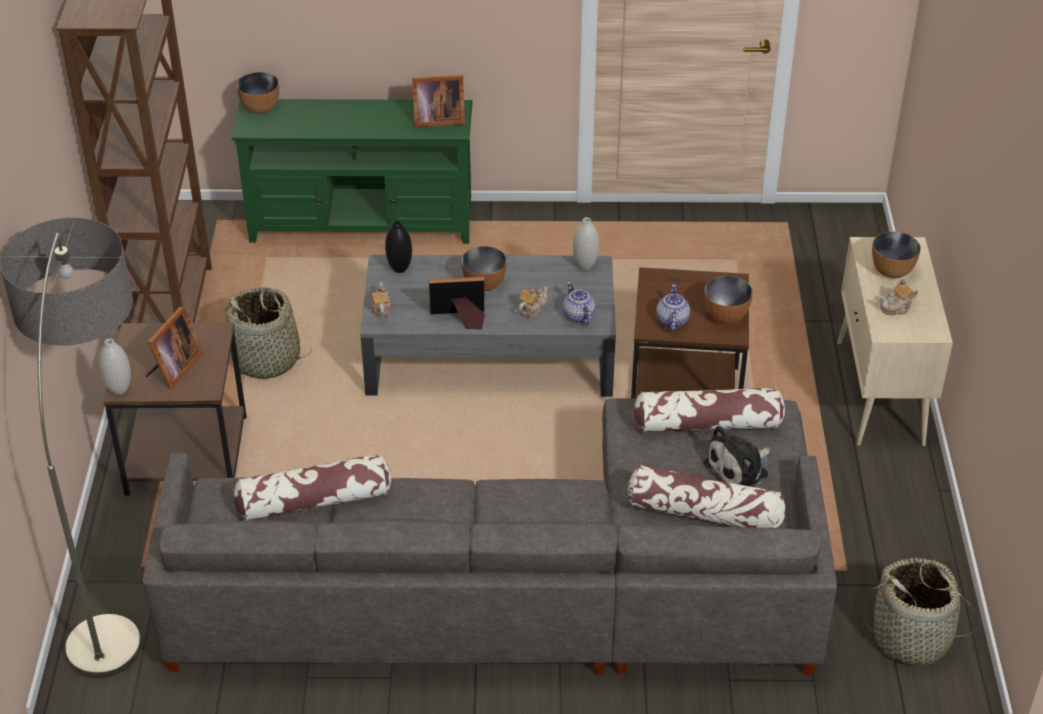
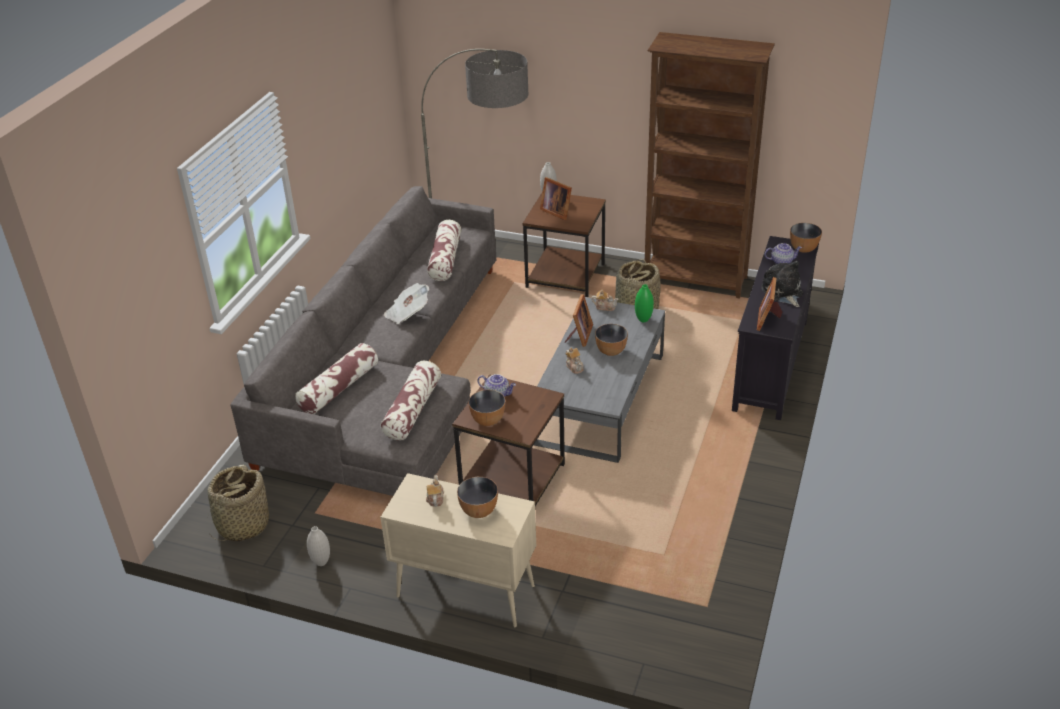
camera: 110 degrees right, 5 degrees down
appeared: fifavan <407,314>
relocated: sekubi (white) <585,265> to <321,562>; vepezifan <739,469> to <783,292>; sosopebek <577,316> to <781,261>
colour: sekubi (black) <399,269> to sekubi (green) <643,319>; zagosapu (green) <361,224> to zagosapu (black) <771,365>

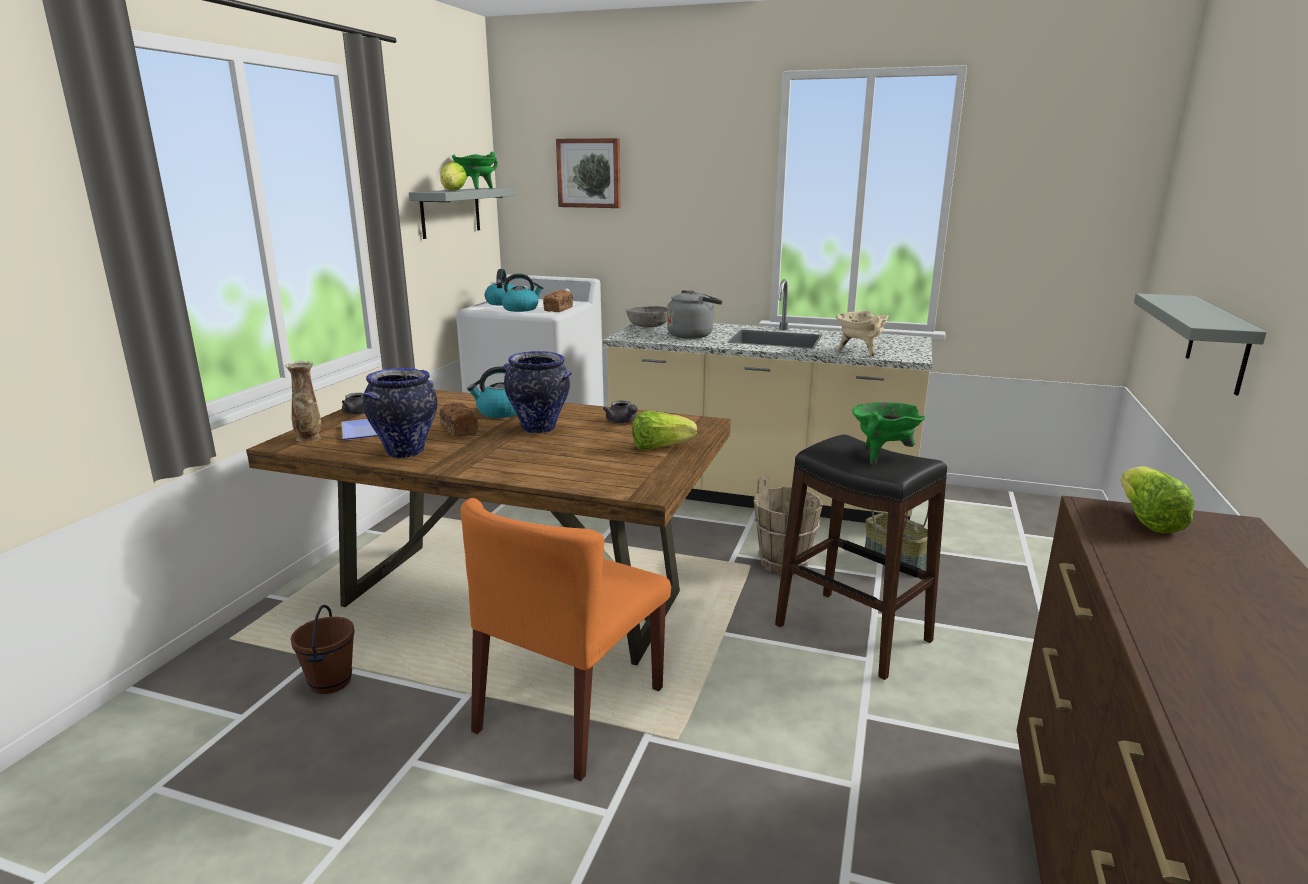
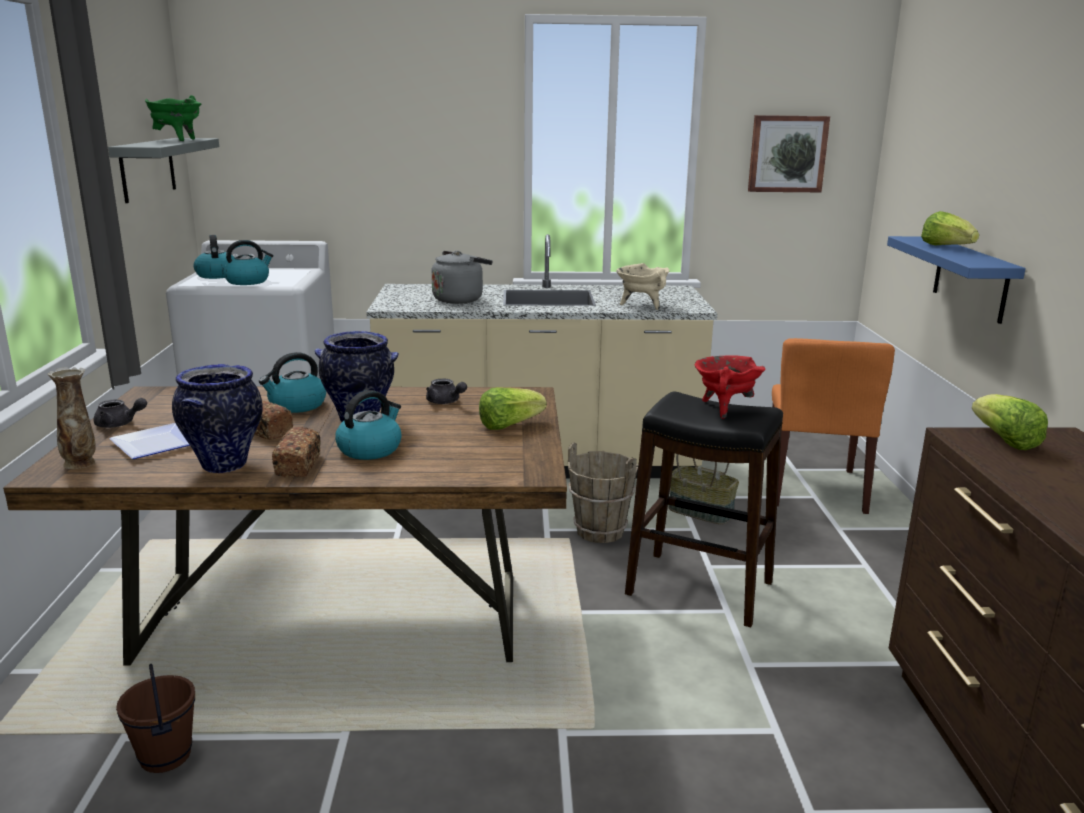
camera: 20 degrees left, 0 degrees up
missing: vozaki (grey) <649,326>
appeared: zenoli <370,449>
relocated: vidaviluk <558,309> to <298,465>; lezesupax <589,173> to <787,154>; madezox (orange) <570,711> to <815,488>; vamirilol <453,190> to <946,247>
colour: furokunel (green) <882,455> to furokunel (red) <724,408>; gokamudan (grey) <1218,343> to gokamudan (blue) <970,279>

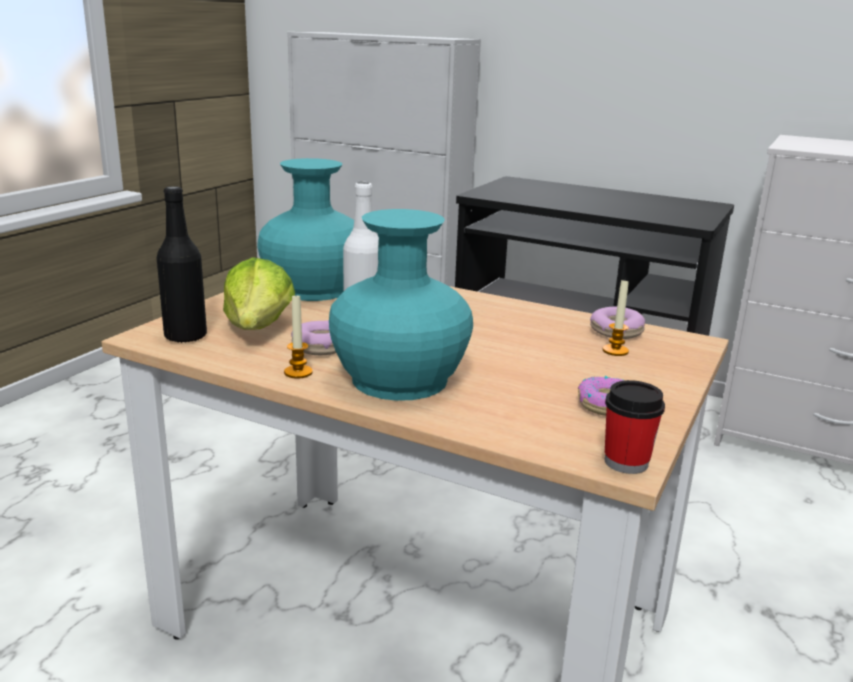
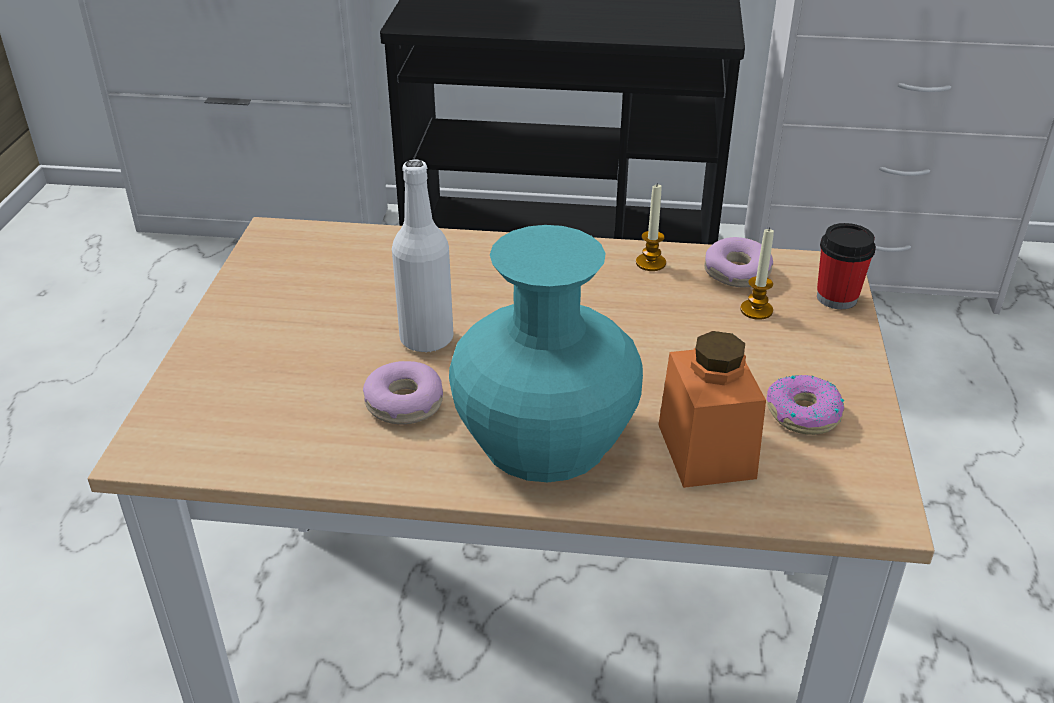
camera: 20 degrees left, 15 degrees up
missing: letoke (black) <185,336>; vamirilol <259,328>; sekubi (turquoise) <314,289>
appeared: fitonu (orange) <706,451>
relocated: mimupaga <298,372> to <650,263>; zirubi <626,462> to <836,298>

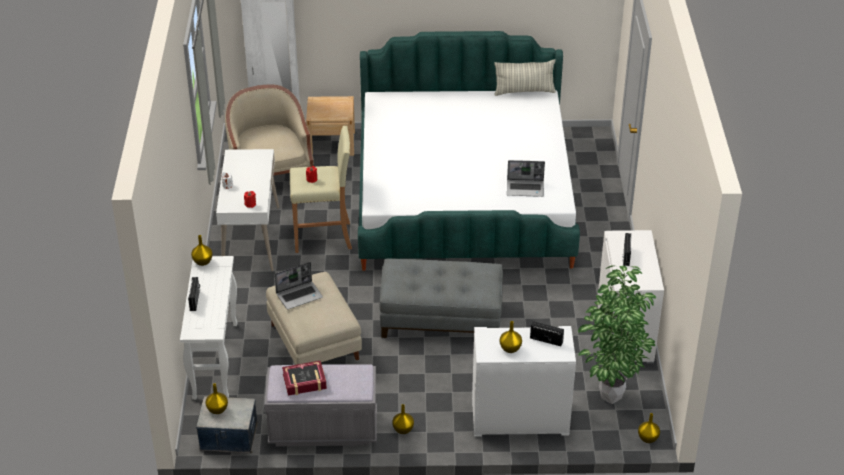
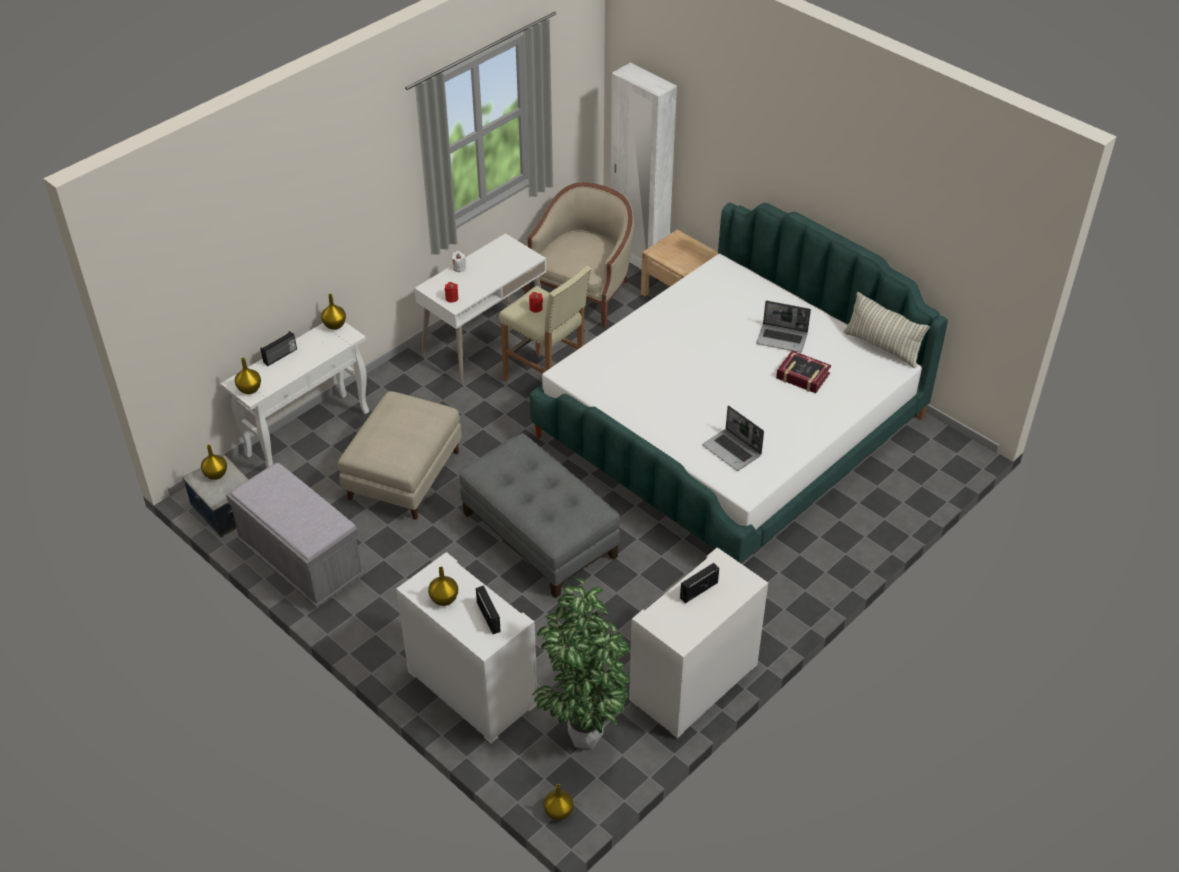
camera: 45 degrees right, 5 degrees up
relocated: sekubi (yellow) <402,429> to <249,389>; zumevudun <299,295> to <782,339>; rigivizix <304,382> to <802,376>

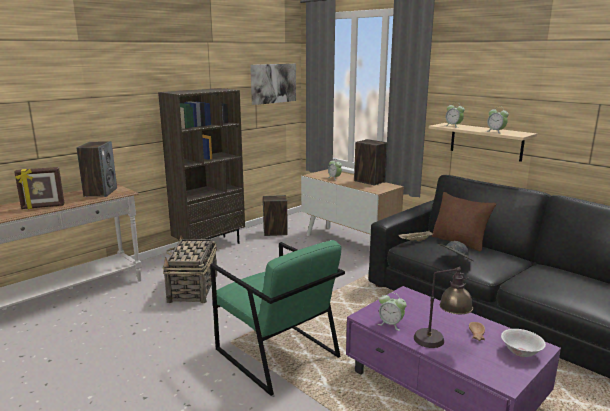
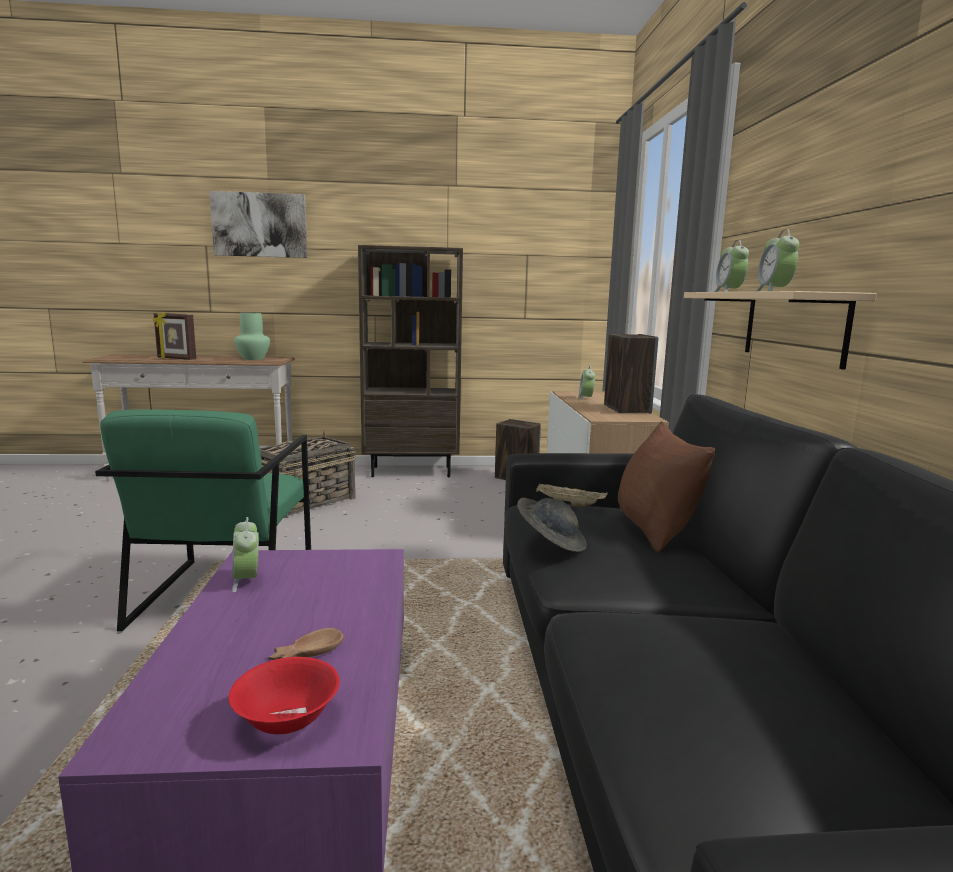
camera: 40 degrees right, 5 degrees down
missing: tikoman <440,343>
relocated: lezesupax <273,83> to <260,225>
exchanged: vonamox <100,192> to sekubi (green) <253,358>
colour: vozaki (white) <521,352> to vozaki (red) <287,721>

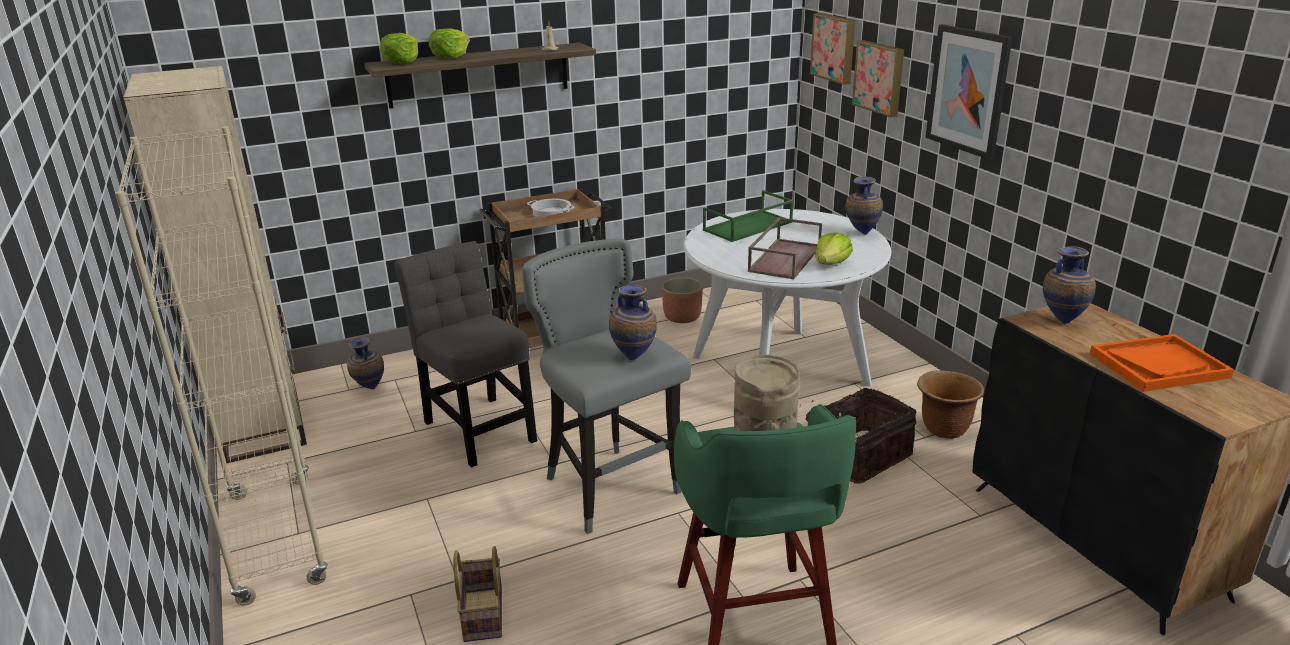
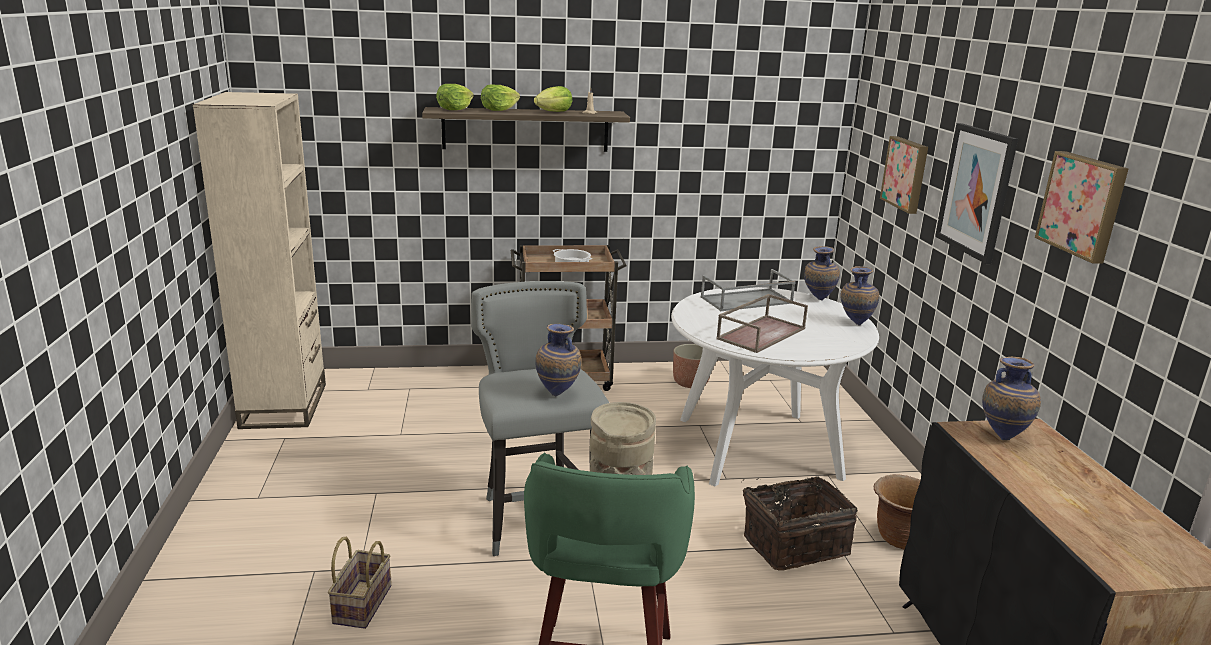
camera: 15 degrees right, 5 degrees down
missing: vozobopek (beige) <276,538>; madezox (grey) <478,428>; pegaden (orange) <1158,365>
relocated: vamirilol <831,264> to <554,112>; sekubi <369,389> to <817,299>; lezesupax <834,47> to <1083,205>
colour: pegaden (green) <748,226> to pegaden (grey) <746,300>

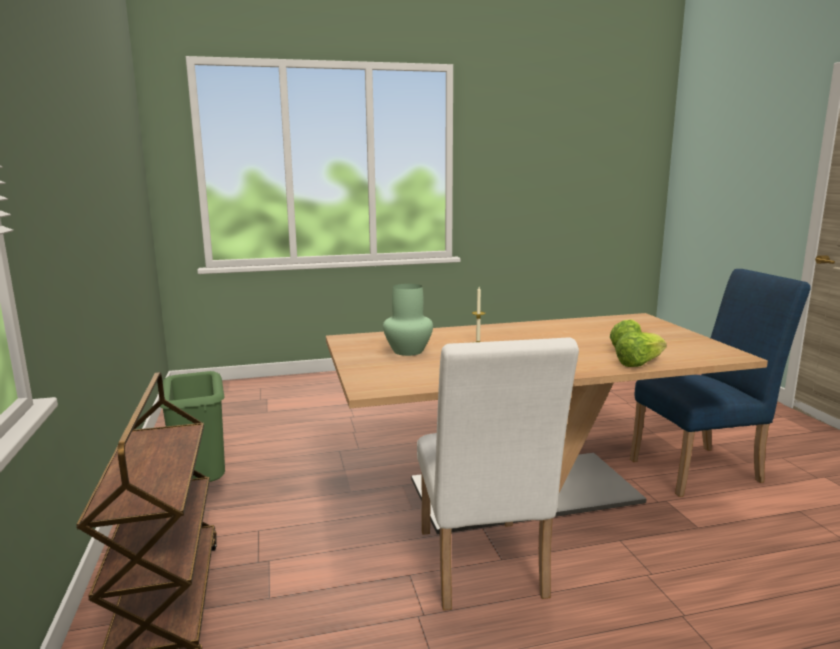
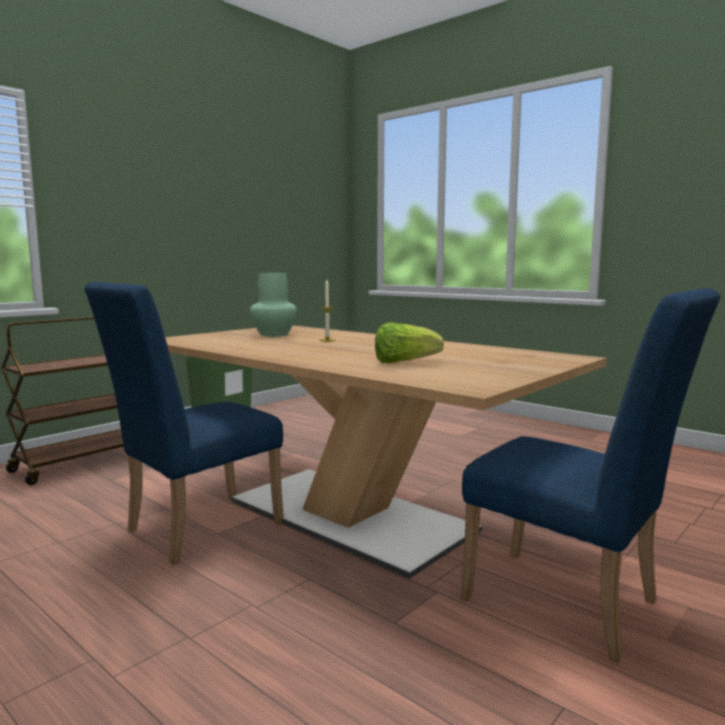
camera: 55 degrees right, 5 degrees down
missing: vamirilol <639,363>
colour: madezox (white) <482,570> to madezox (blue) <194,530>

